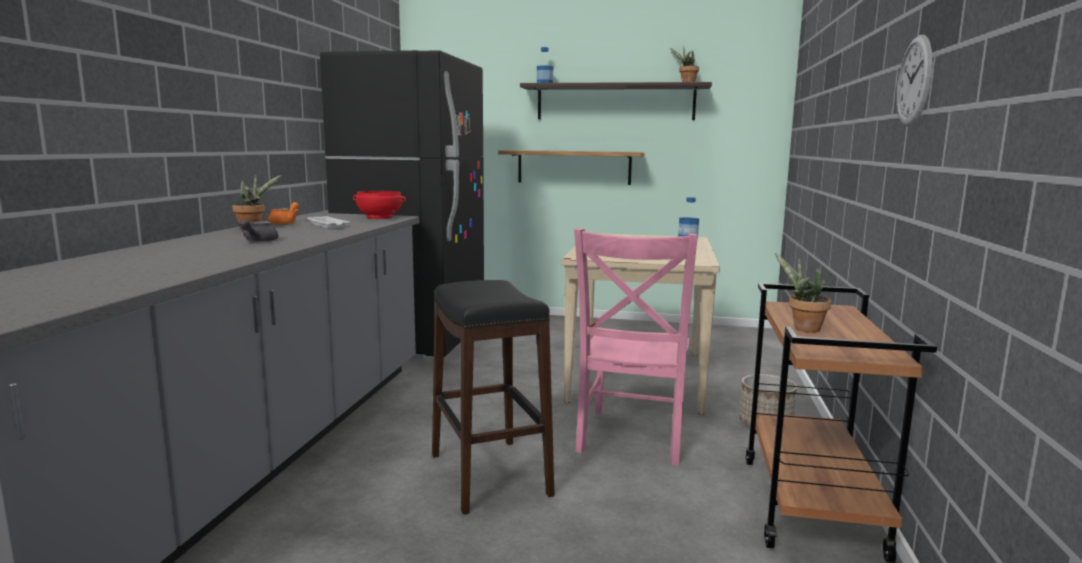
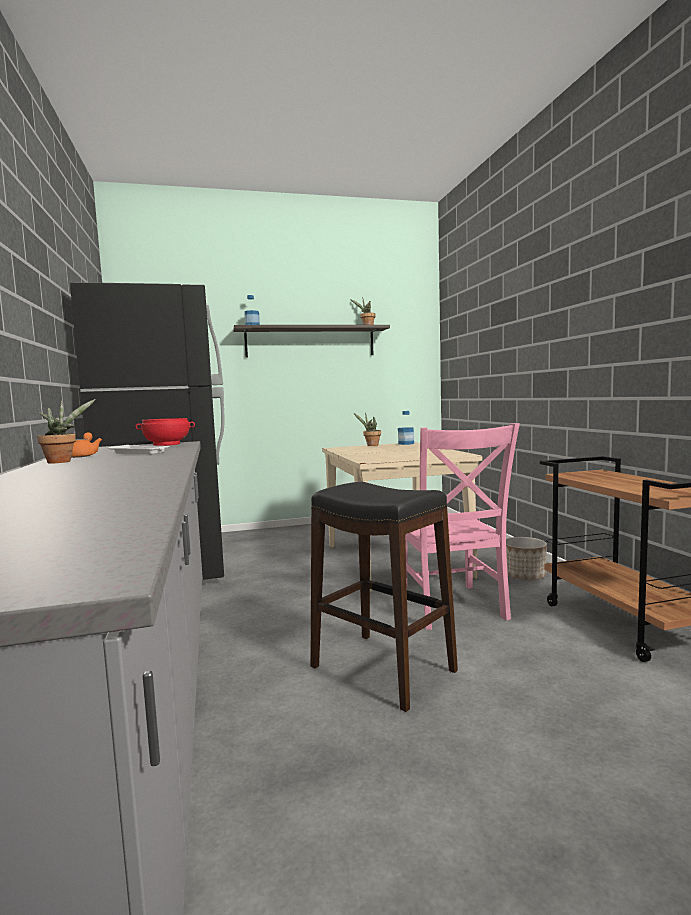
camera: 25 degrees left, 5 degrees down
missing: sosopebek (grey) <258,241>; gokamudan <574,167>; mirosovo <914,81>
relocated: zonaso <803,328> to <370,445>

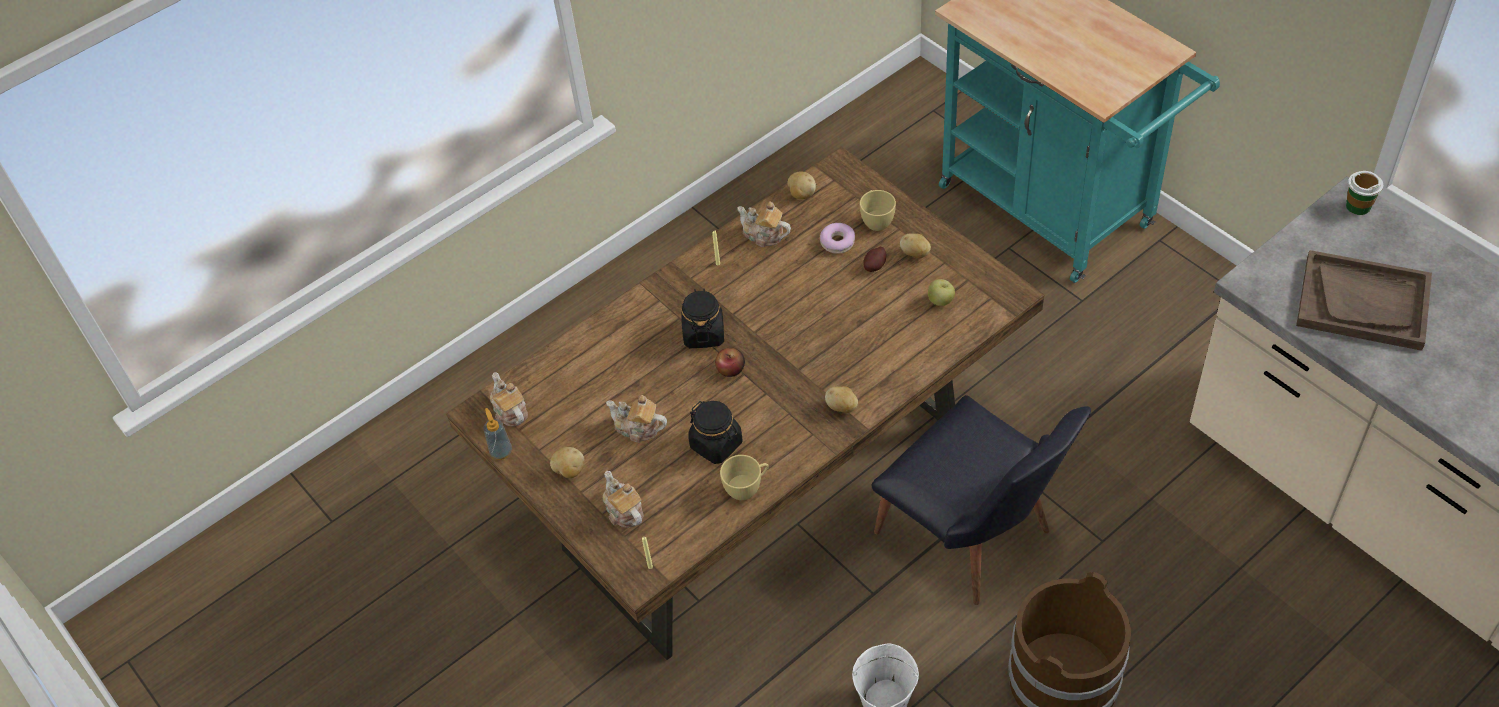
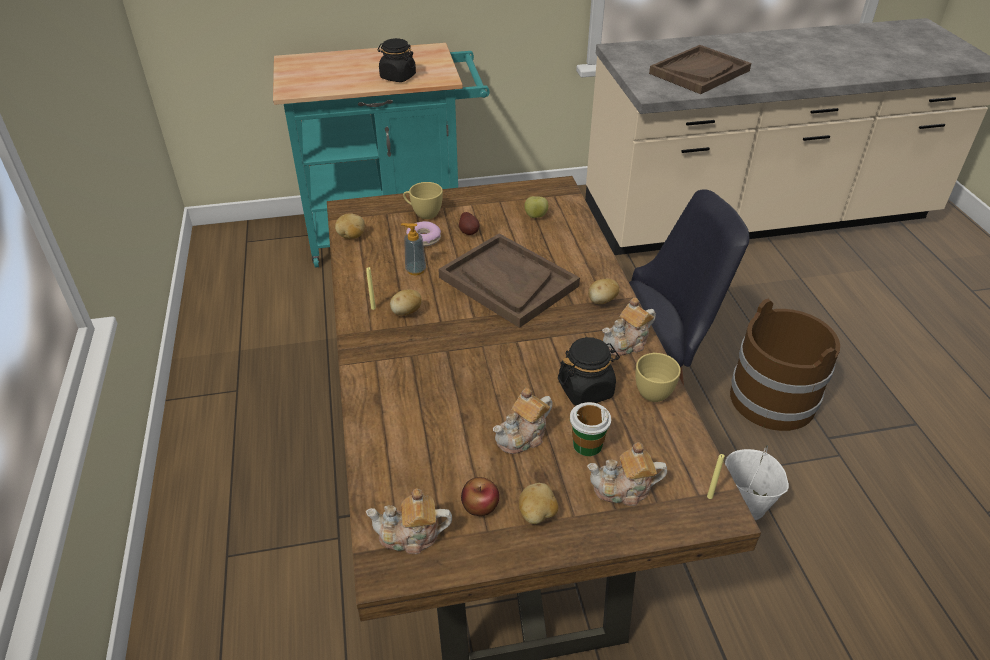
camera: 65 degrees left, 10 degrees down
appeared: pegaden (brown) <508,282>
relocated: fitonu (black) <704,333> to <397,77>; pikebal <915,254> to <406,312>; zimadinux <501,452> to <415,270>; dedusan <731,369> to <480,505>; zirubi <1358,206> to <587,444>; sosopebek <764,235> to <627,343>

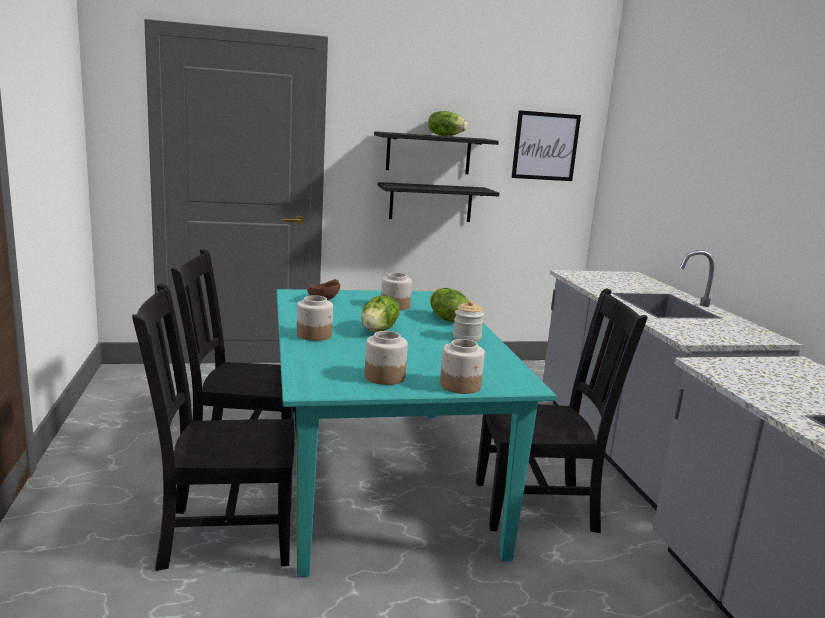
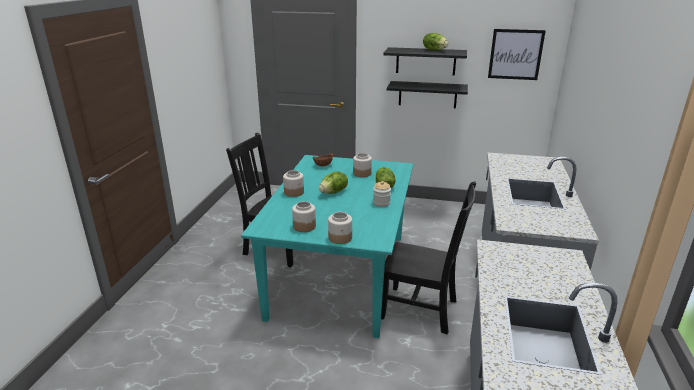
camera: 25 degrees right, 10 degrees up
missing: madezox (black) <223,535>

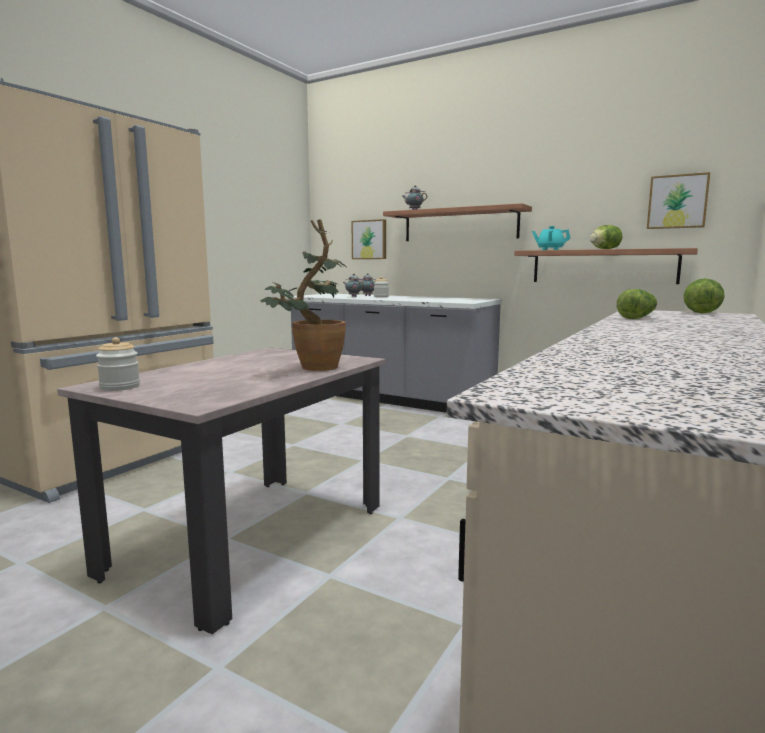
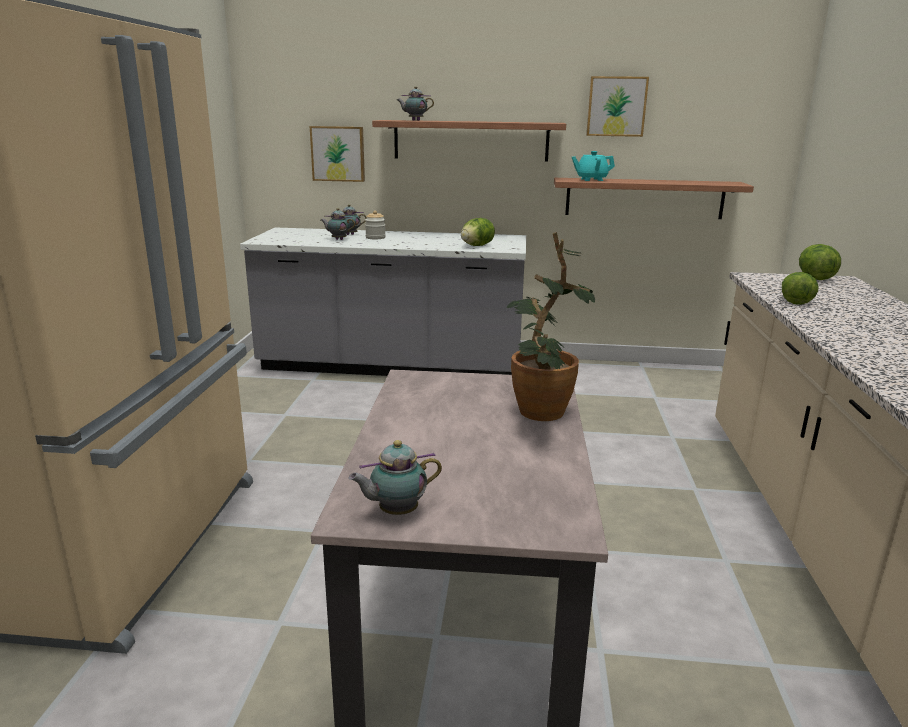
camera: 25 degrees left, 10 degrees up
relocated: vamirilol <605,249> to <477,246>; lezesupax <677,202> to <616,106>
exchanged: fitonu <120,387> to sosopebek <395,512>

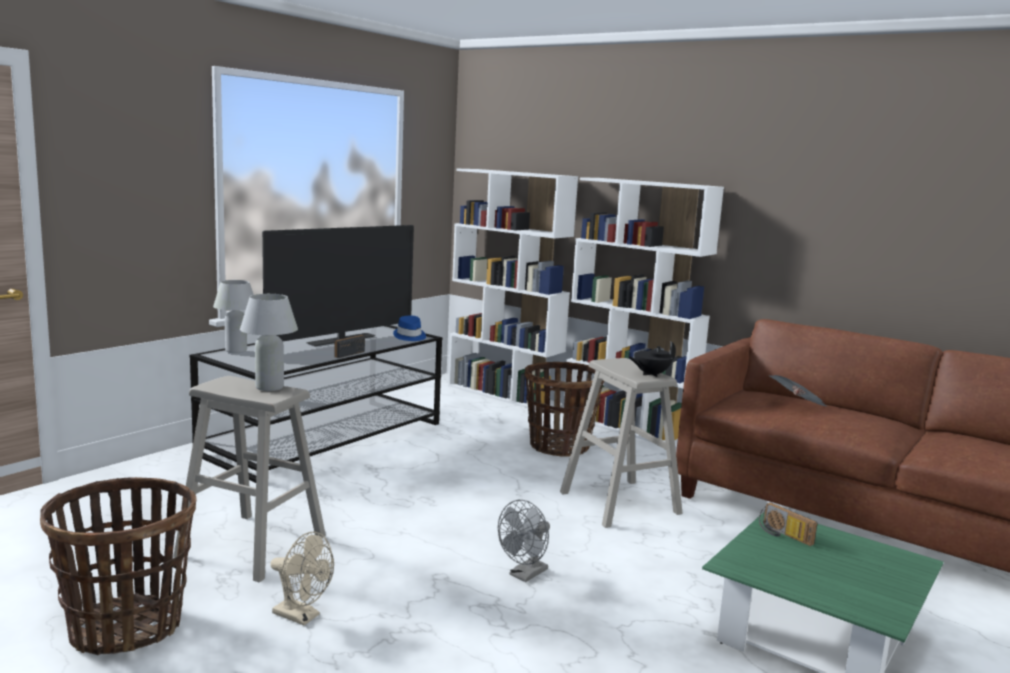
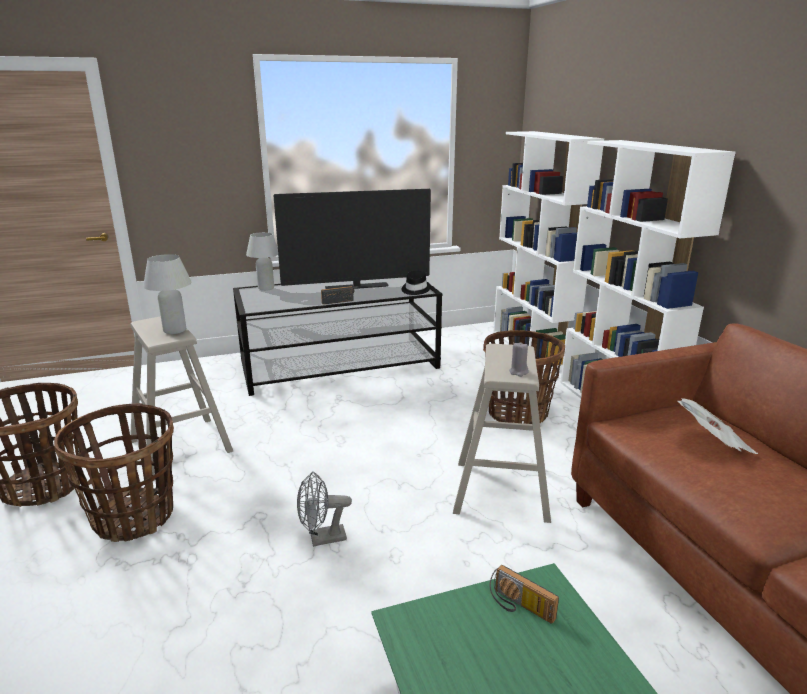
camera: 35 degrees right, 10 degrees up
exchanged: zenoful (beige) <302,616> to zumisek <134,516>; sosopebek (black) <650,374> to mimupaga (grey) <518,372>
colour: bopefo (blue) <409,336> to bopefo (black) <415,289>
spun: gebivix <783,535> = <519,607> 45 degrees counterclockwise

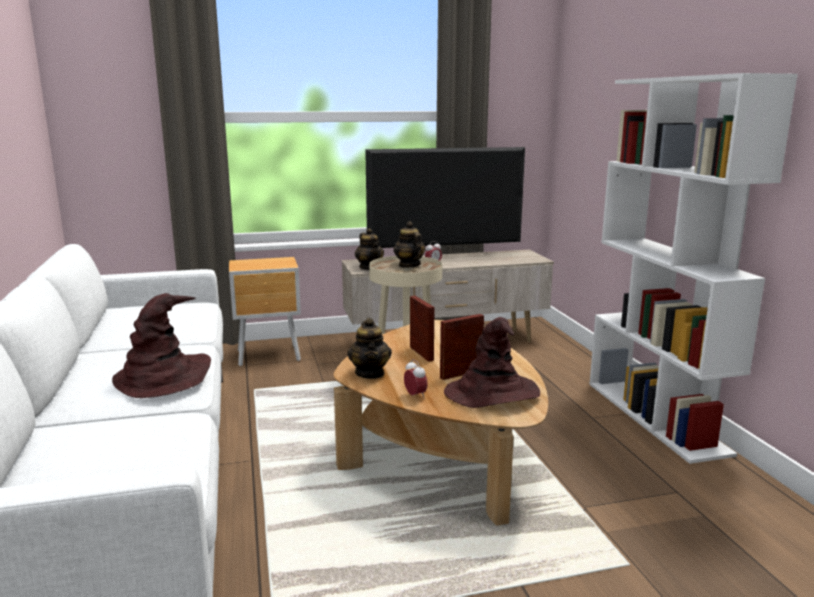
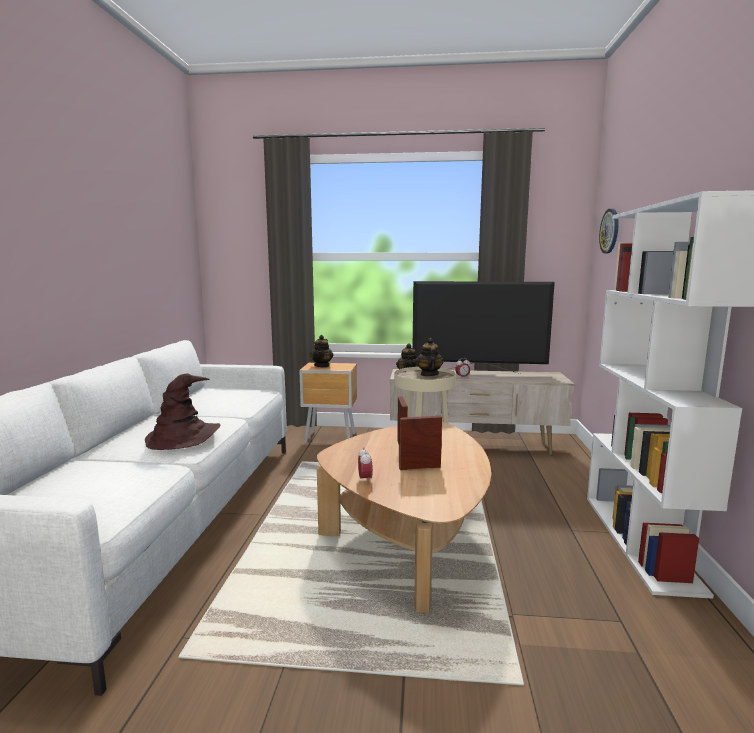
camera: 20 degrees right, 5 degrees down
missing: bopefo (brown) <492,393>
appeared: mirosovo <610,231>
relocated: sosopebek <370,373> to <322,366>

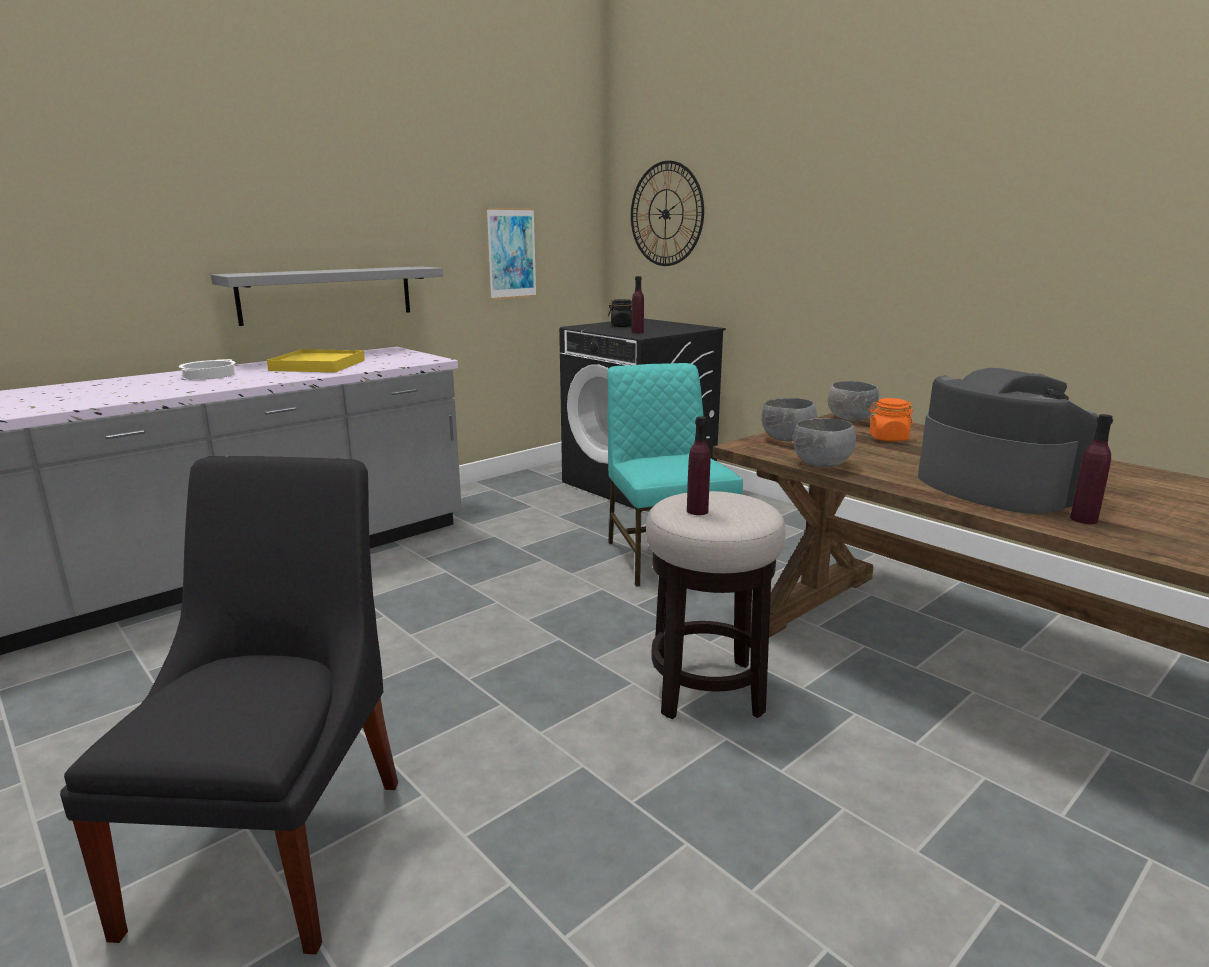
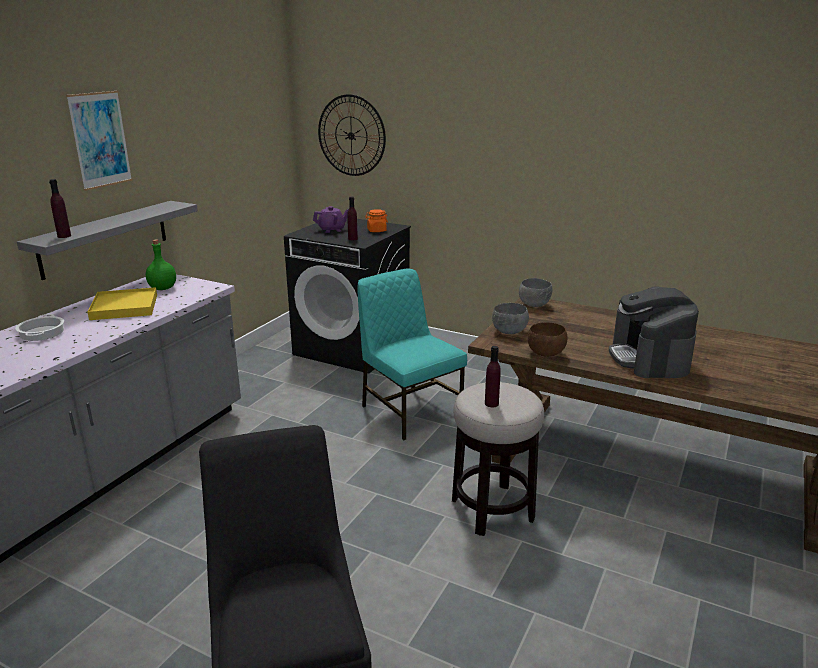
camera: 20 degrees left, 5 degrees up
appeared: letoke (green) <162,288>
relocated: letoke (purple) <1083,519> to <64,236>; lezesupax <511,253> to <100,140>; fitonu (orange) <888,438> to <376,231>
exchanged: fitonu (black) <622,326> to sosopebek (purple) <332,230>
colour: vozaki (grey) <821,465> to vozaki (brown) <546,354>
spun: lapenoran <994,487> = <649,358> 135 degrees counterclockwise

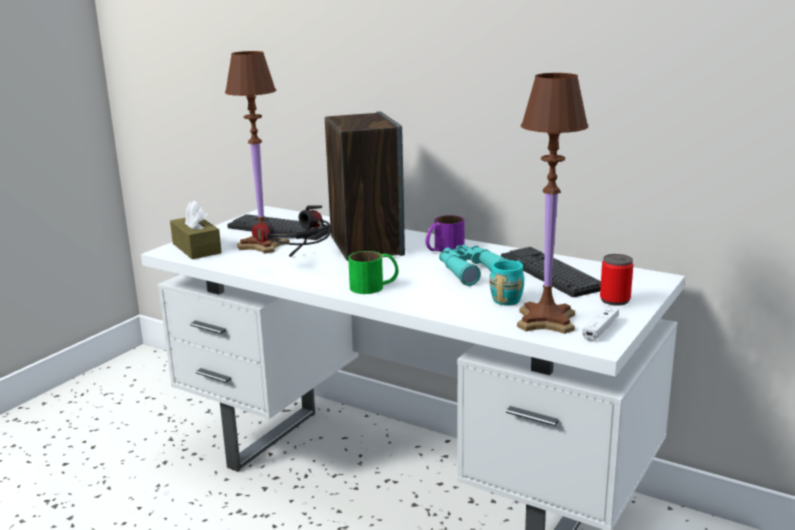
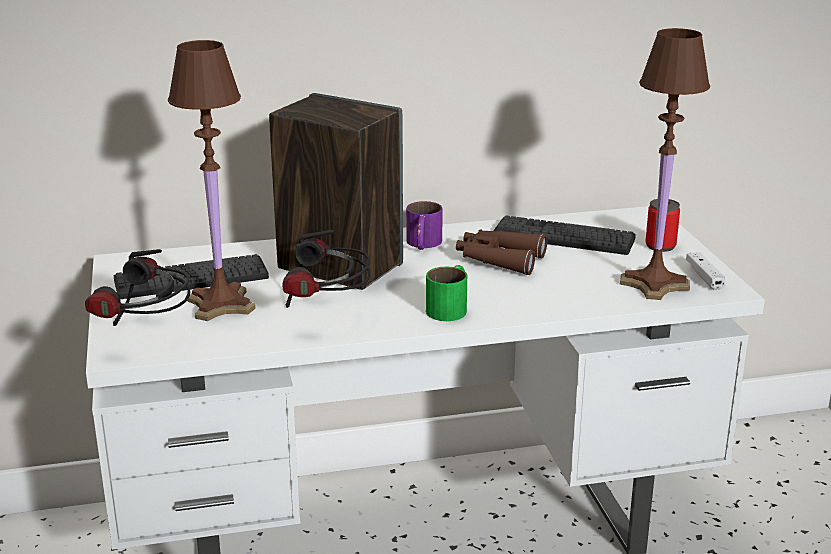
camera: 45 degrees left, 5 degrees up
missing: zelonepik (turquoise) <510,297>
exchanged: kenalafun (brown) <196,248> to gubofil <147,338>
colour: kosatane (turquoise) <471,271> to kosatane (brown) <498,259>

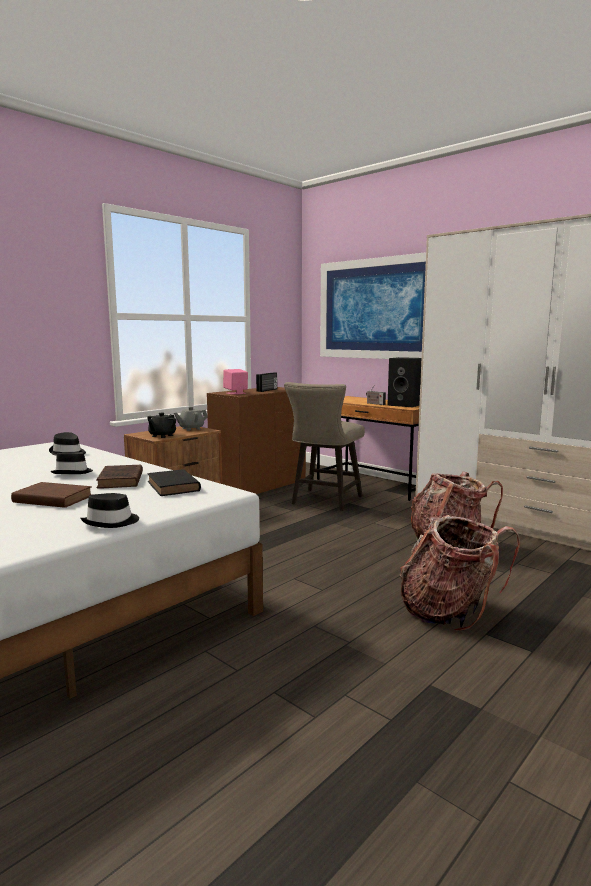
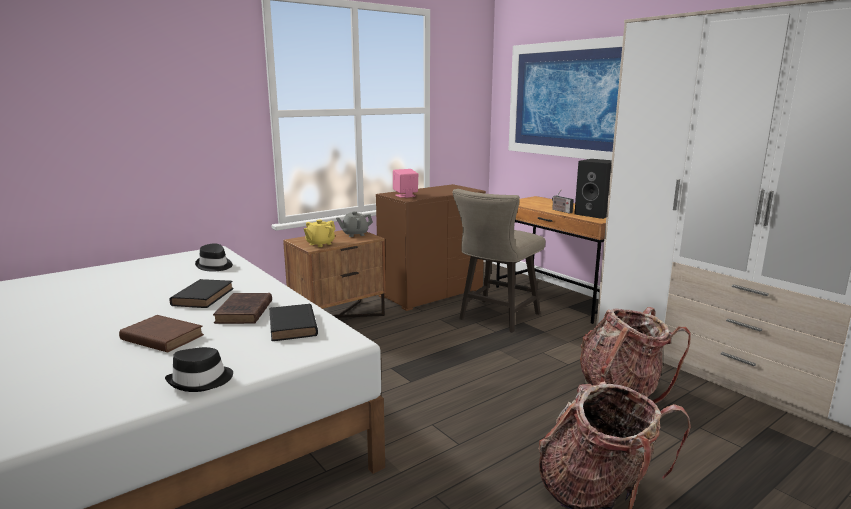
camera: 10 degrees right, 5 degrees up
missing: gebivix <267,390>
exchanged: bopefo (black) <73,472> to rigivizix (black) <204,296>
colour: sosopebek (black) <162,436> to sosopebek (yellow) <320,244>

